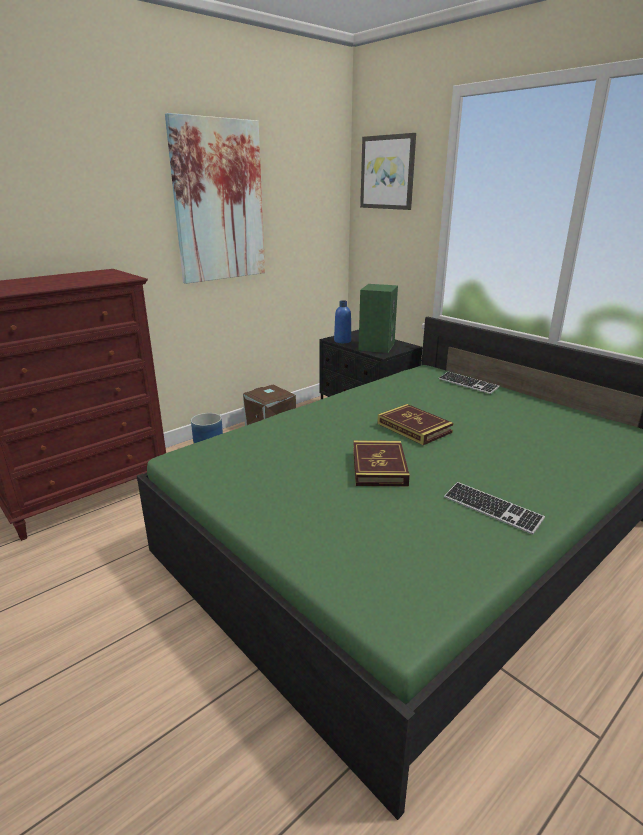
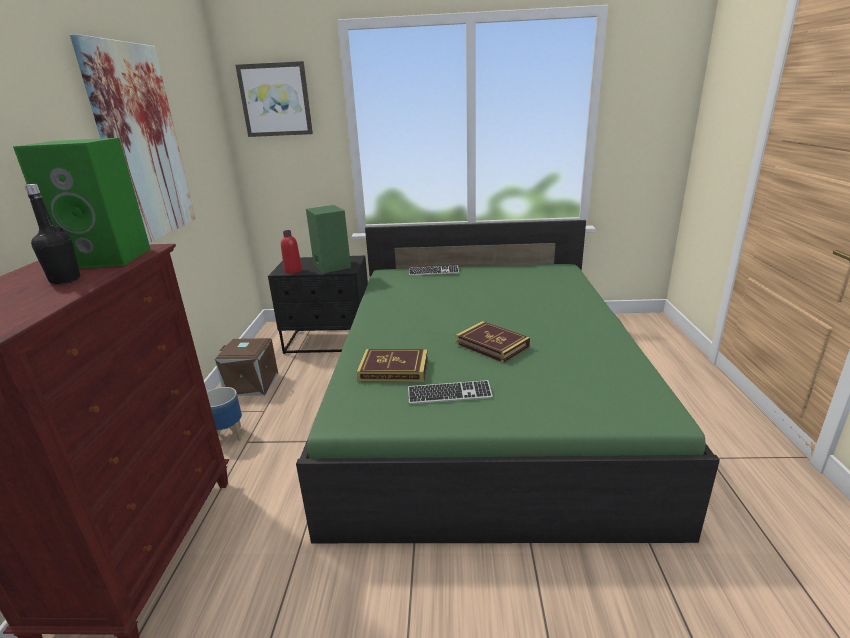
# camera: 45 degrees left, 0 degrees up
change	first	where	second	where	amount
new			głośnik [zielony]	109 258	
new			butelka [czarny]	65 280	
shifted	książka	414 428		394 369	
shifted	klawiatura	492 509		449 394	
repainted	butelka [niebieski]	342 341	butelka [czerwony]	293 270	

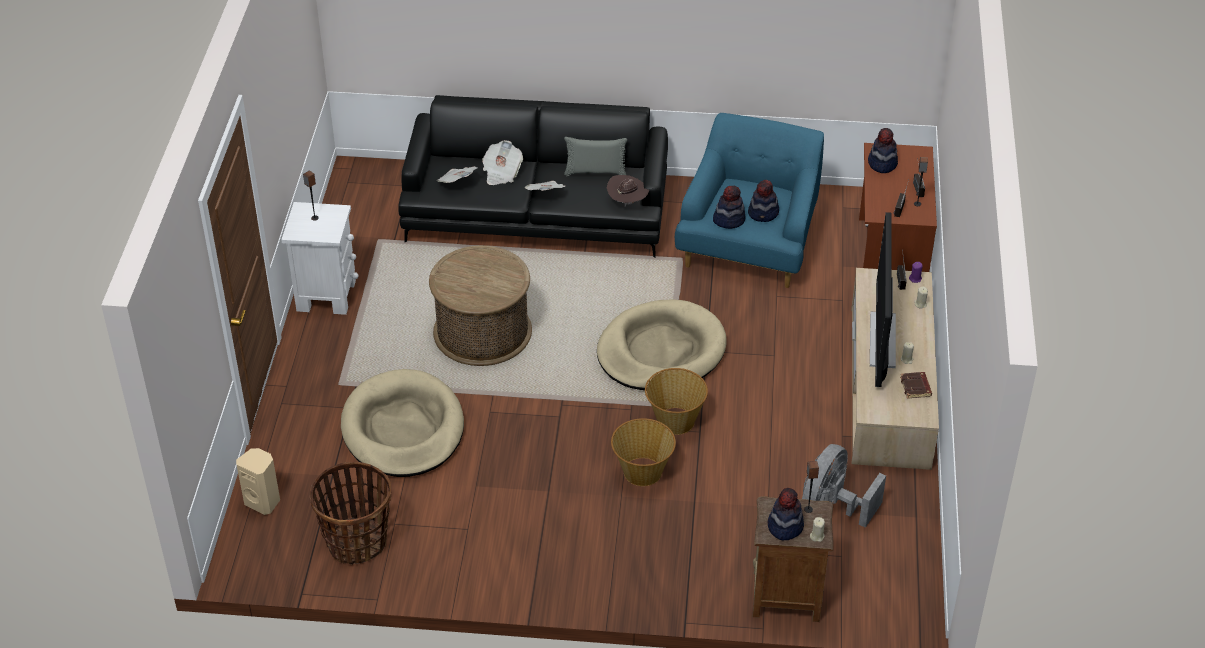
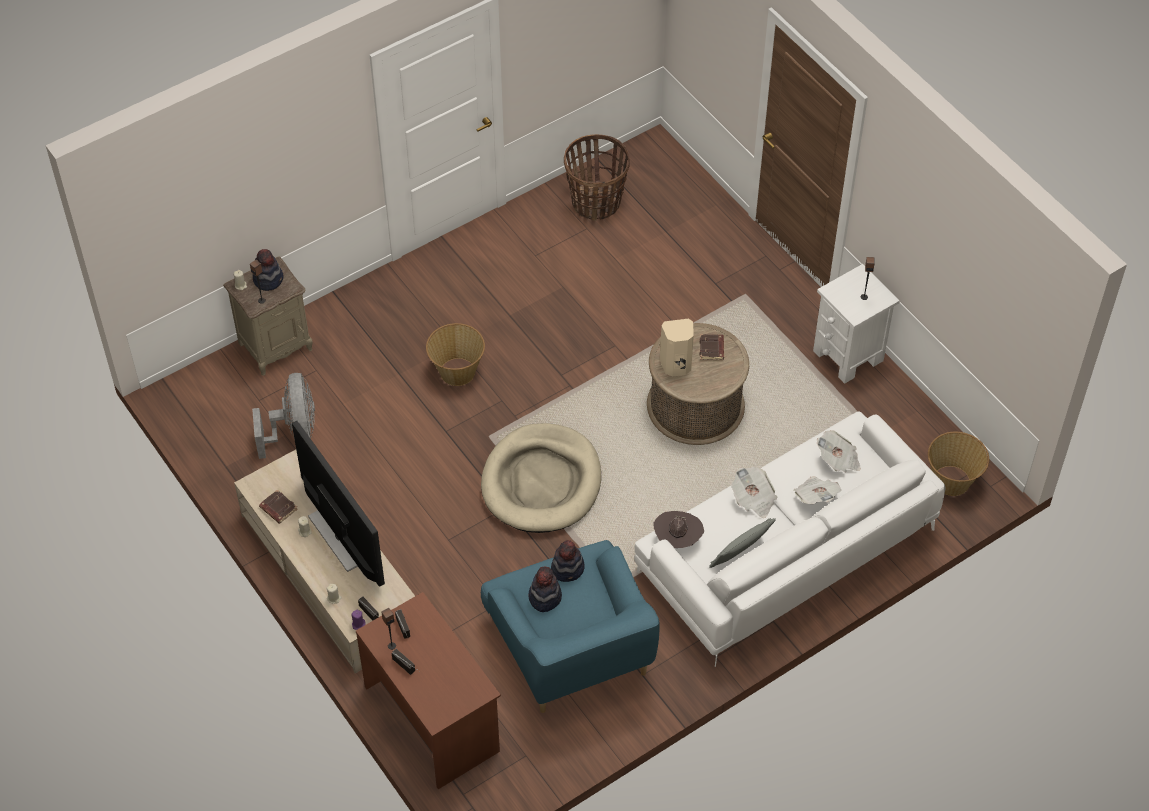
# camera: 140 degrees right, 10 degrees up
change	first	where	second	where	amount
gone	legowisko [beżowy]	403 429			
gone	kapelusz	882 163			
new			książka [brązowy]	712 349	
shifted	głośnik [beżowy]	263 501		676 366	
shifted	koszyk	675 420		952 480	
repainted	kanapa [czarny]	536 210	kanapa [biały]	788 553	

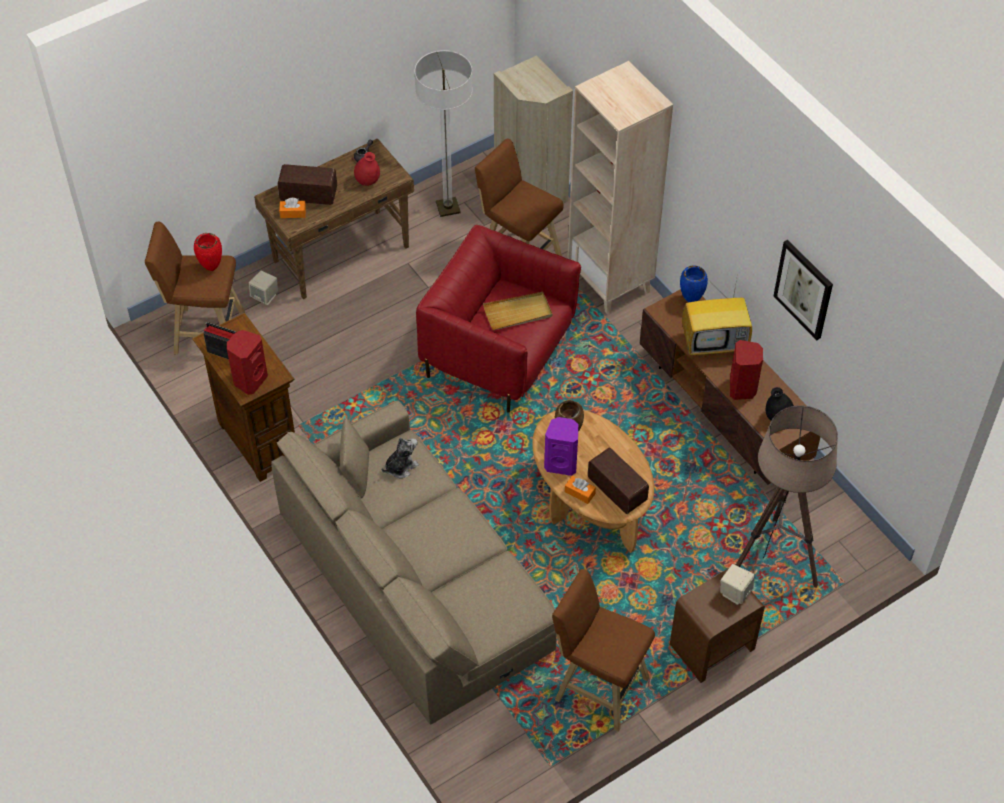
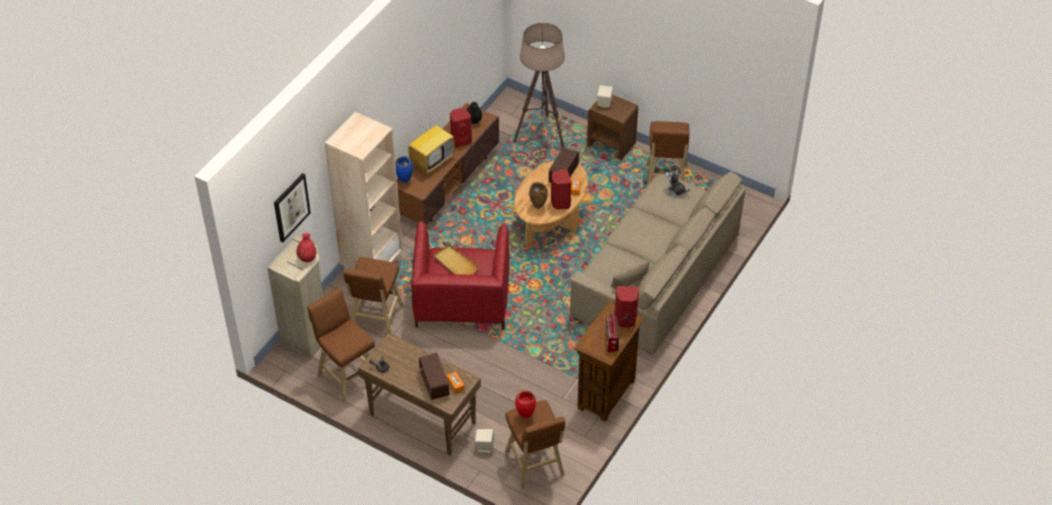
# camera: 115 degrees left, 5 degrees down
change	first	where	second	where	amount
shifted	wazon [czerwony]	367 181		307 258	
shifted	pluszak	400 466		675 191	
shifted	obraz	804 289		291 207	
swapped	lampa stojąca	448 208	stołek [brązowy]	347 376	
repainted	głośnik [fioletowy]	561 463	głośnik [czerwony]	560 203	
rotated	telewizor	715 343		432 161	75 degrees clockwise

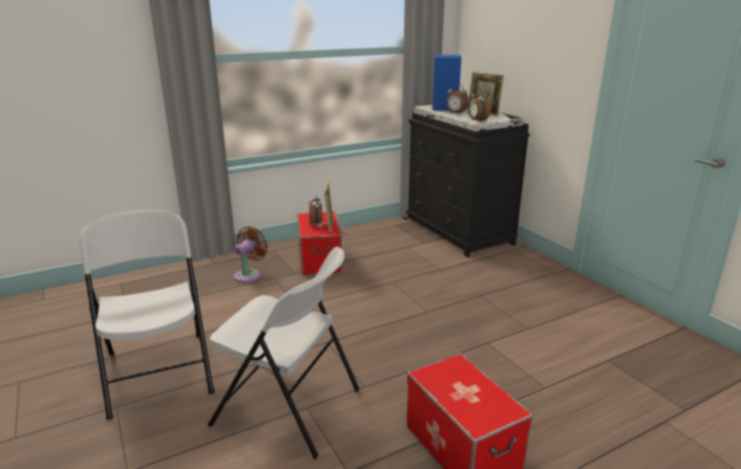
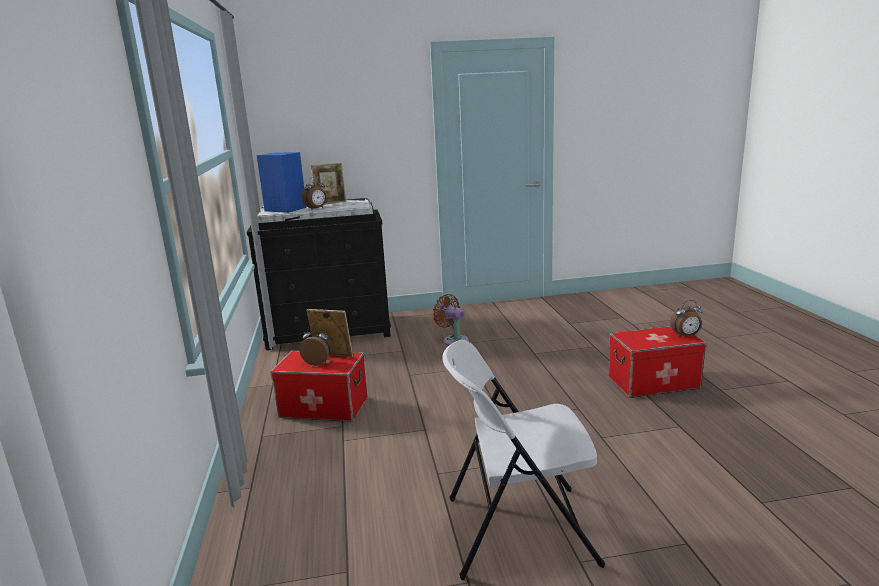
# camera: 70 degrees left, 5 degrees down
change	first	where	second	where	amount
gone	krzesło [biały]	287 407			
shifted	wentylator [brązowy]	249 275		453 340	
shifted	budzik	477 121		686 336	

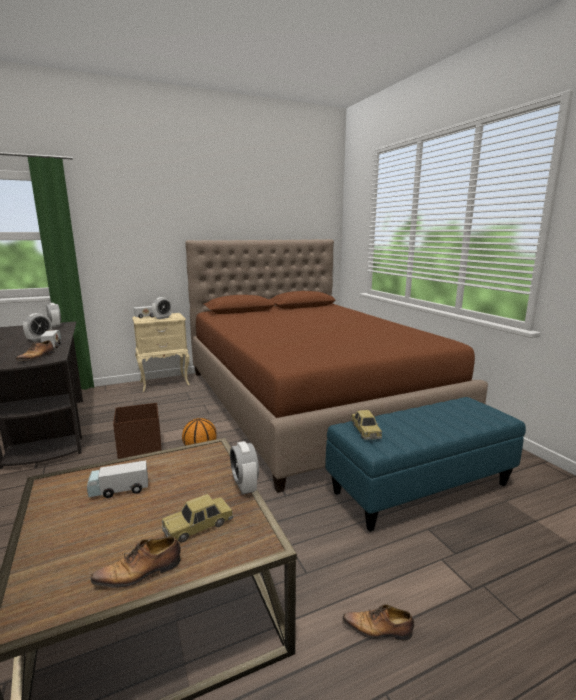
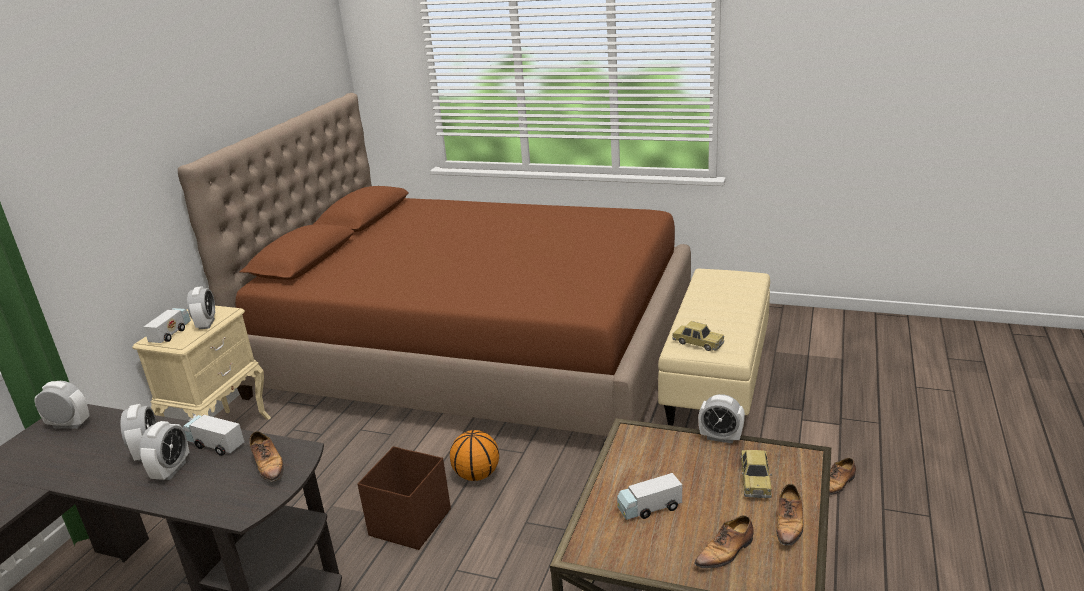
# camera: 45 degrees left, 10 degrees up
change	first	where	second	where	amount
new			budzik	171 470	
new			but	726 552	
repainted	pufa [niebieski]	420 488	pufa [beżowy]	716 379	
rotated	ciężarówka zabawkowa	119 490		649 508	45 degrees clockwise

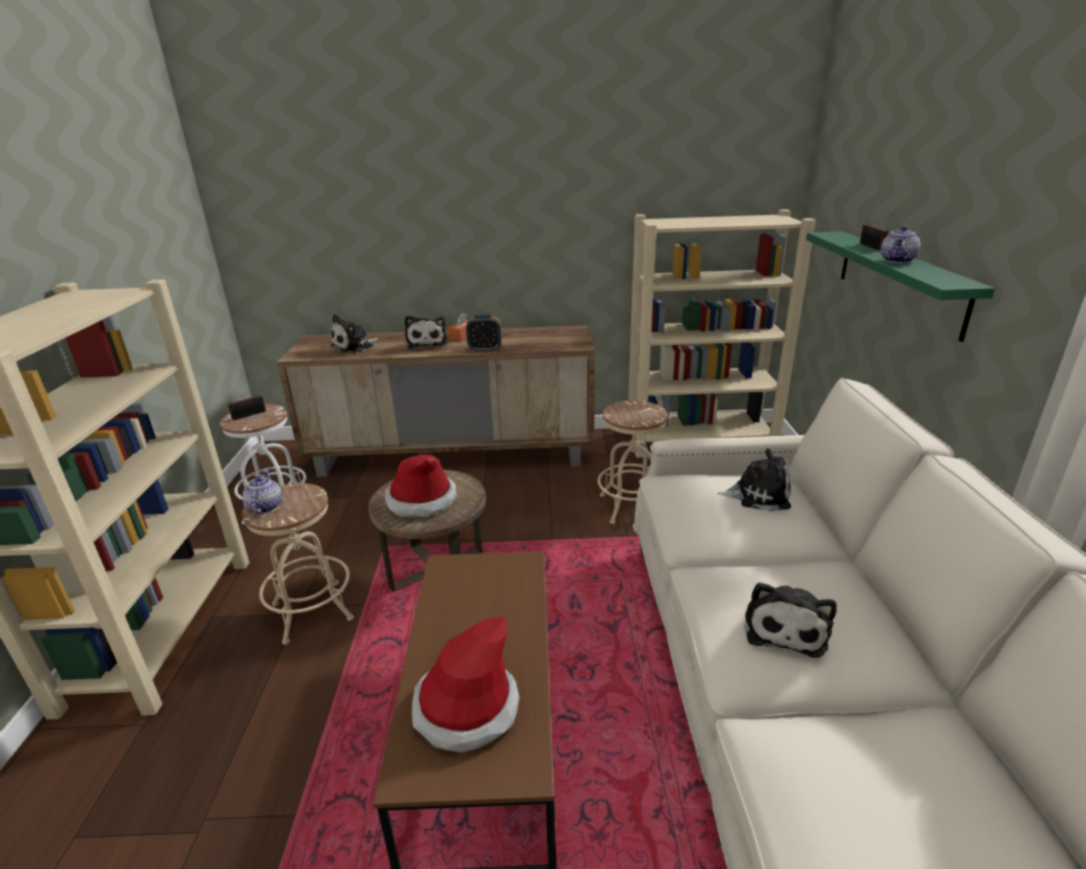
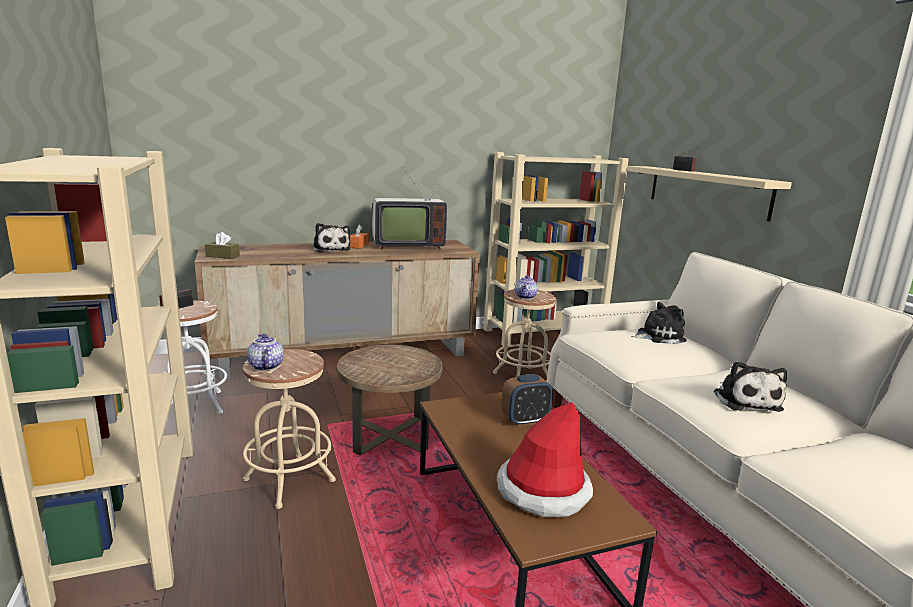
# camera: 20 degrees left, 10 degrees down
change	first	where	second	where	amount
gone	pluszak	355 346			
gone	kapelusz	421 500			
new			pudełko chusteczek [brązowy]	222 256	
new			telewizor	407 246	
shifted	budzik	485 349		525 420	
shifted	imbryk	898 261		526 297	
repainted	półka [zielony]	898 280	półka [beżowy]	706 191	

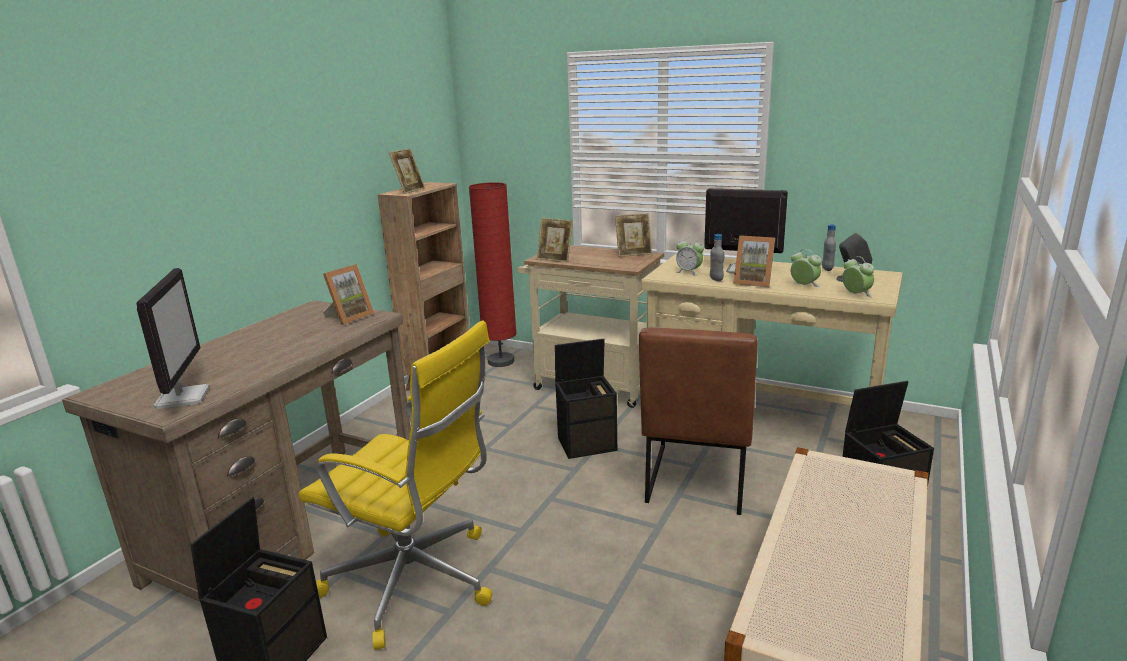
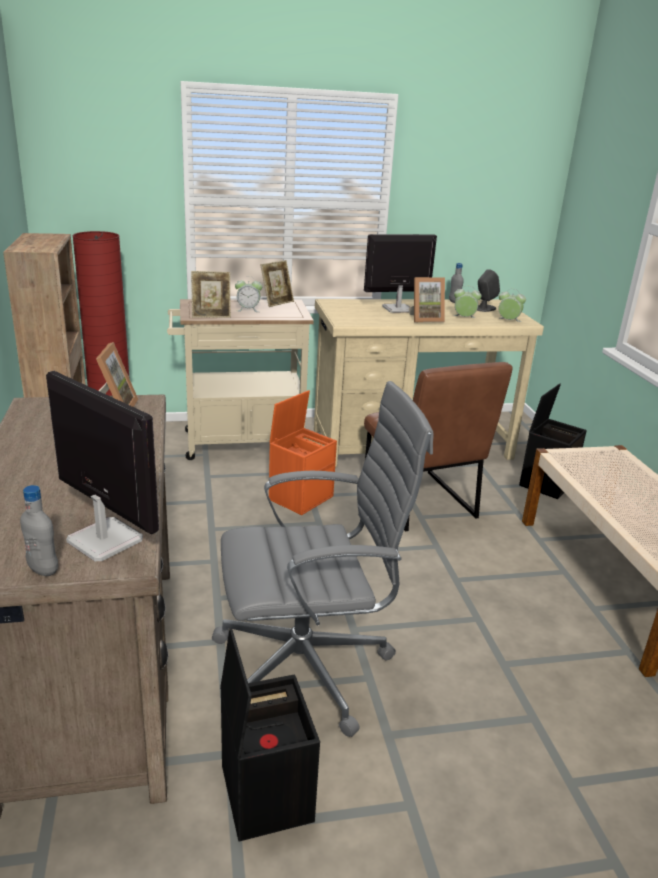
# camera: 40 degrees left, 5 degrees up
change	first	where	second	where	amount
gone	ramka na zdjęcie	409 191			
shifted	budzik	689 272		248 310	
shifted	butelka [szary]	716 279		43 570	
repainted	krzesło biurowe [żółty]	416 582	krzesło biurowe [szary]	307 668	
repainted	pojemnik do przechowywania [czarny]	588 443	pojemnik do przechowywania [pomarańczowy]	301 497	

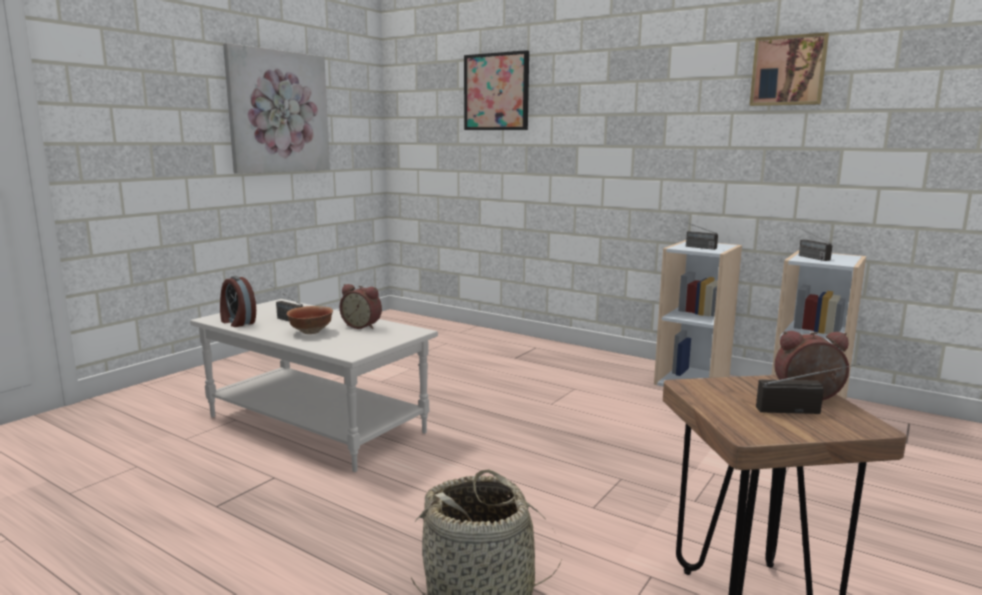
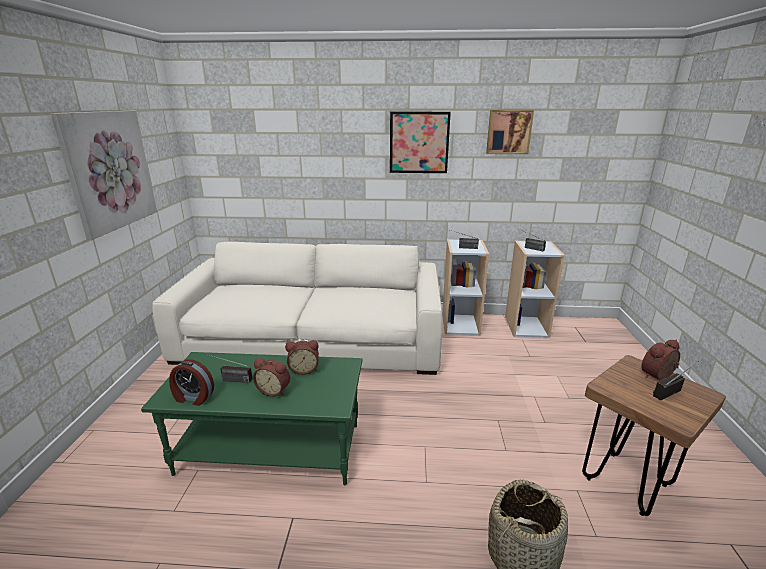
# camera: 30 degrees left, 10 degrees up
change	first	where	second	where	amount
new			kanapa [biały]	313 338	
shifted	obraz	496 92		419 142	
swapped	miska	311 332	budzik	274 390	
repainted	ława [biały]	318 424	ława [zielony]	272 448	

